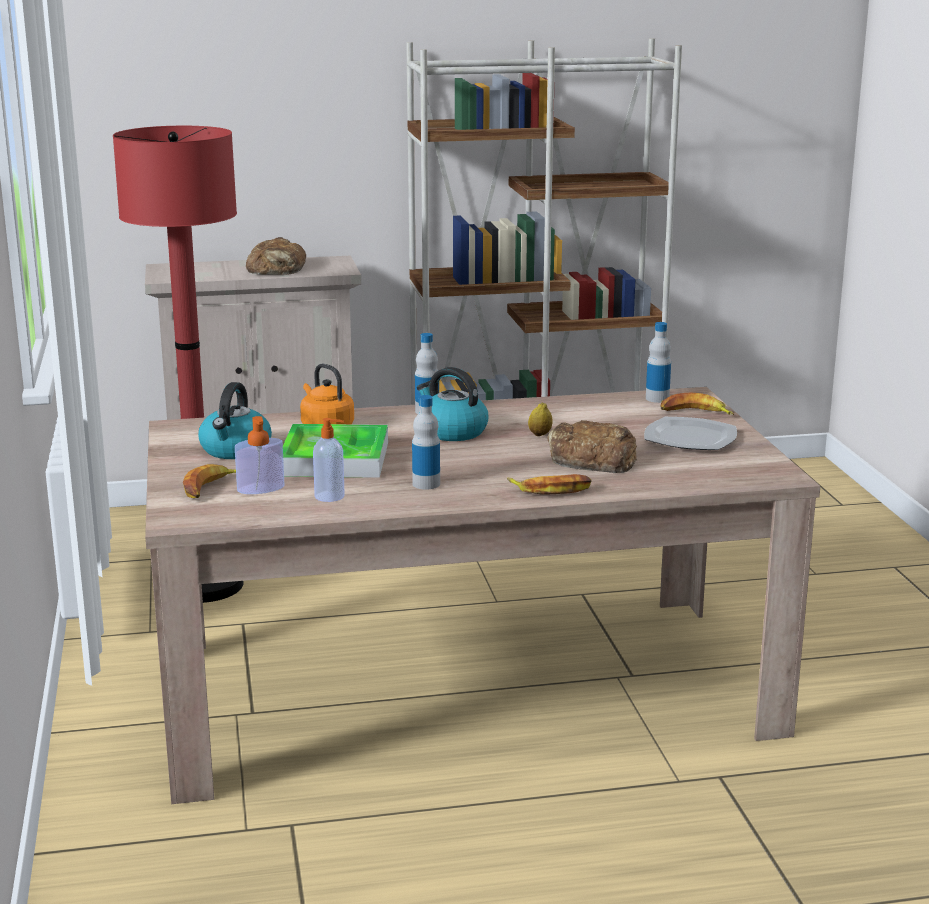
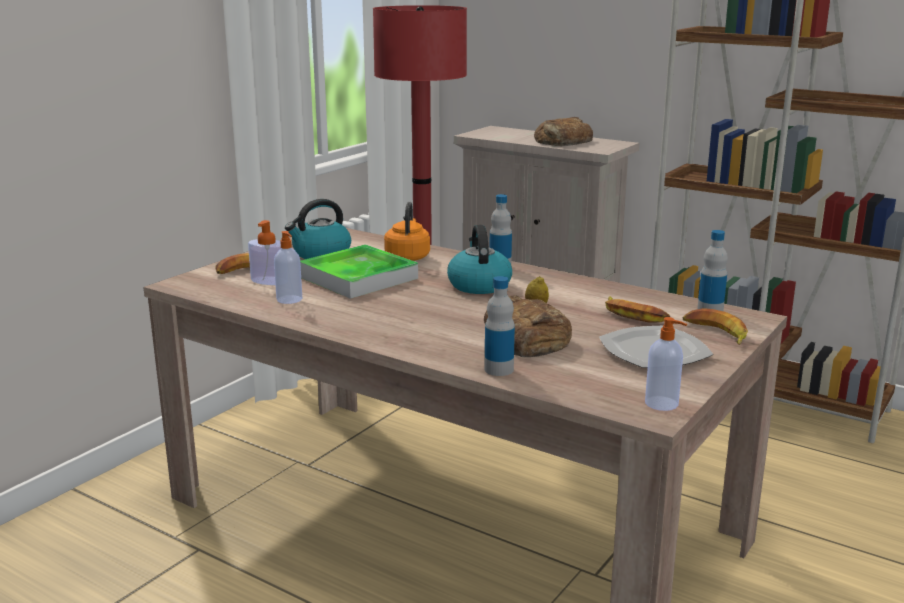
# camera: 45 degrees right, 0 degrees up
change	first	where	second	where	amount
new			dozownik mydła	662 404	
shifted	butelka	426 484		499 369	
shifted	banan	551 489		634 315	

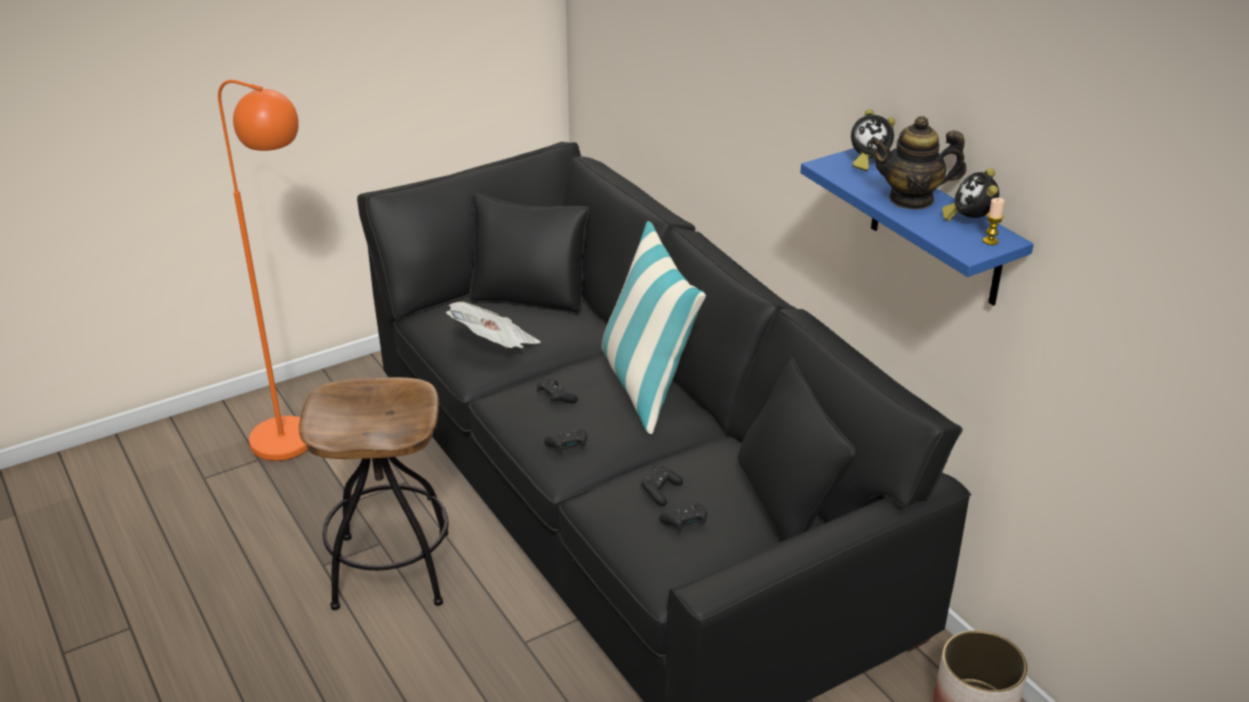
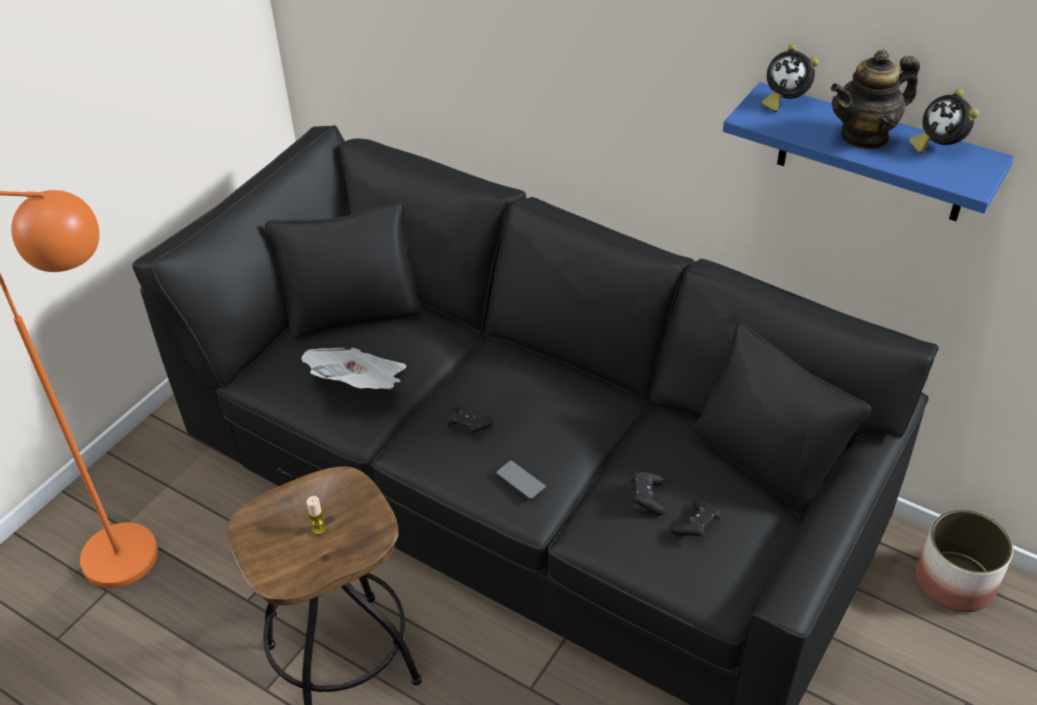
# camera: 25 degrees left, 10 degrees up
change	first	where	second	where	amount
gone	poduszka	646 385			
shifted	świeca	990 241		318 528	
swapped	pad do gier [czarny]	568 447	telefon	520 481	
rotated	budzik	867 162		784 101	45 degrees clockwise

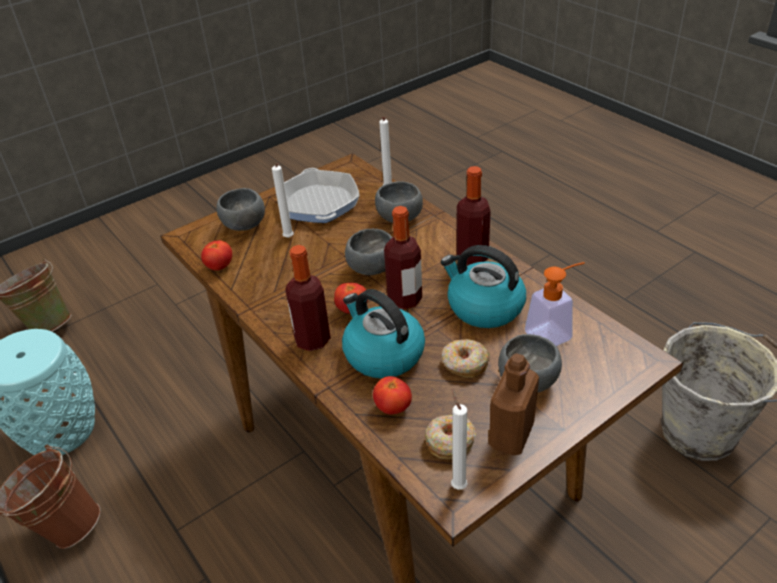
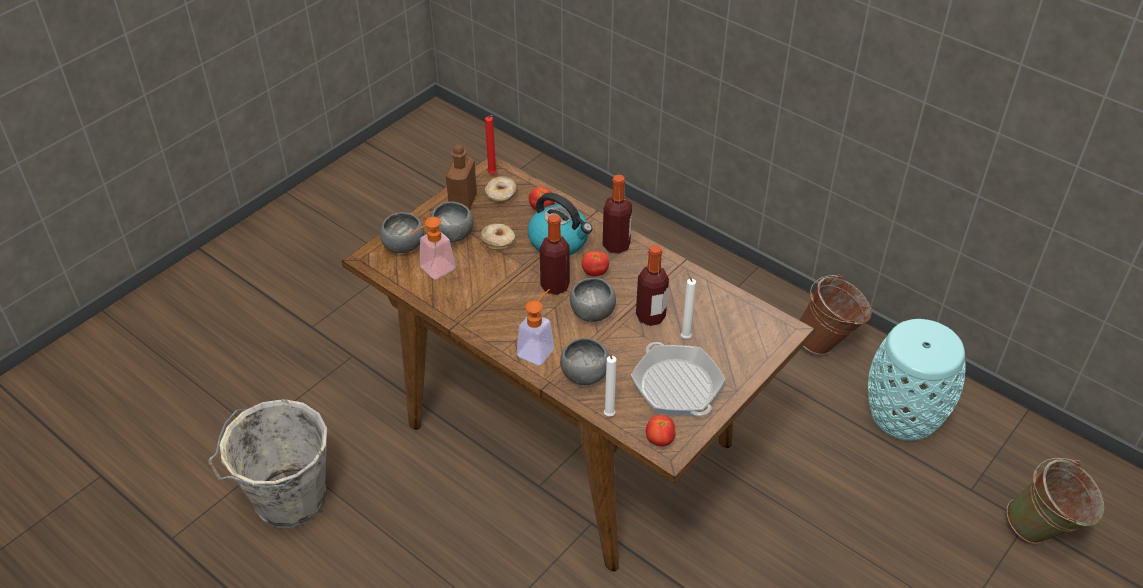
# camera: 165 degrees right, 5 degrees up
change	first	where	second	where	amount
gone	czajnik	484 307			
new			dozownik mydła	539 348	
shifted	pomidor	219 266		659 440	
shifted	miska [szary]	242 225		405 245	
shifted	butelka	472 257		650 316	
repainted	świeca [biały]	458 484	świeca [czerwony]	493 175	

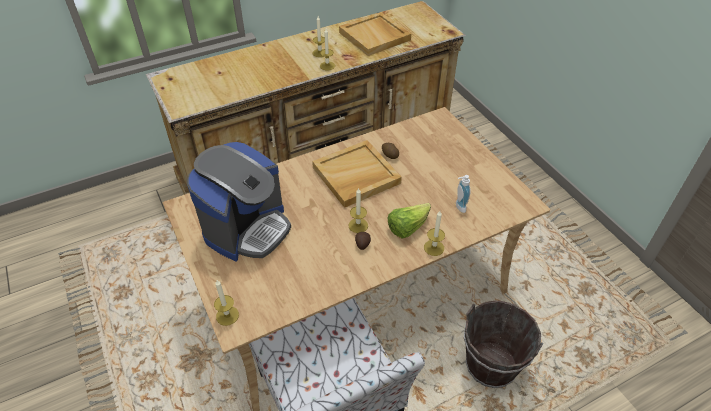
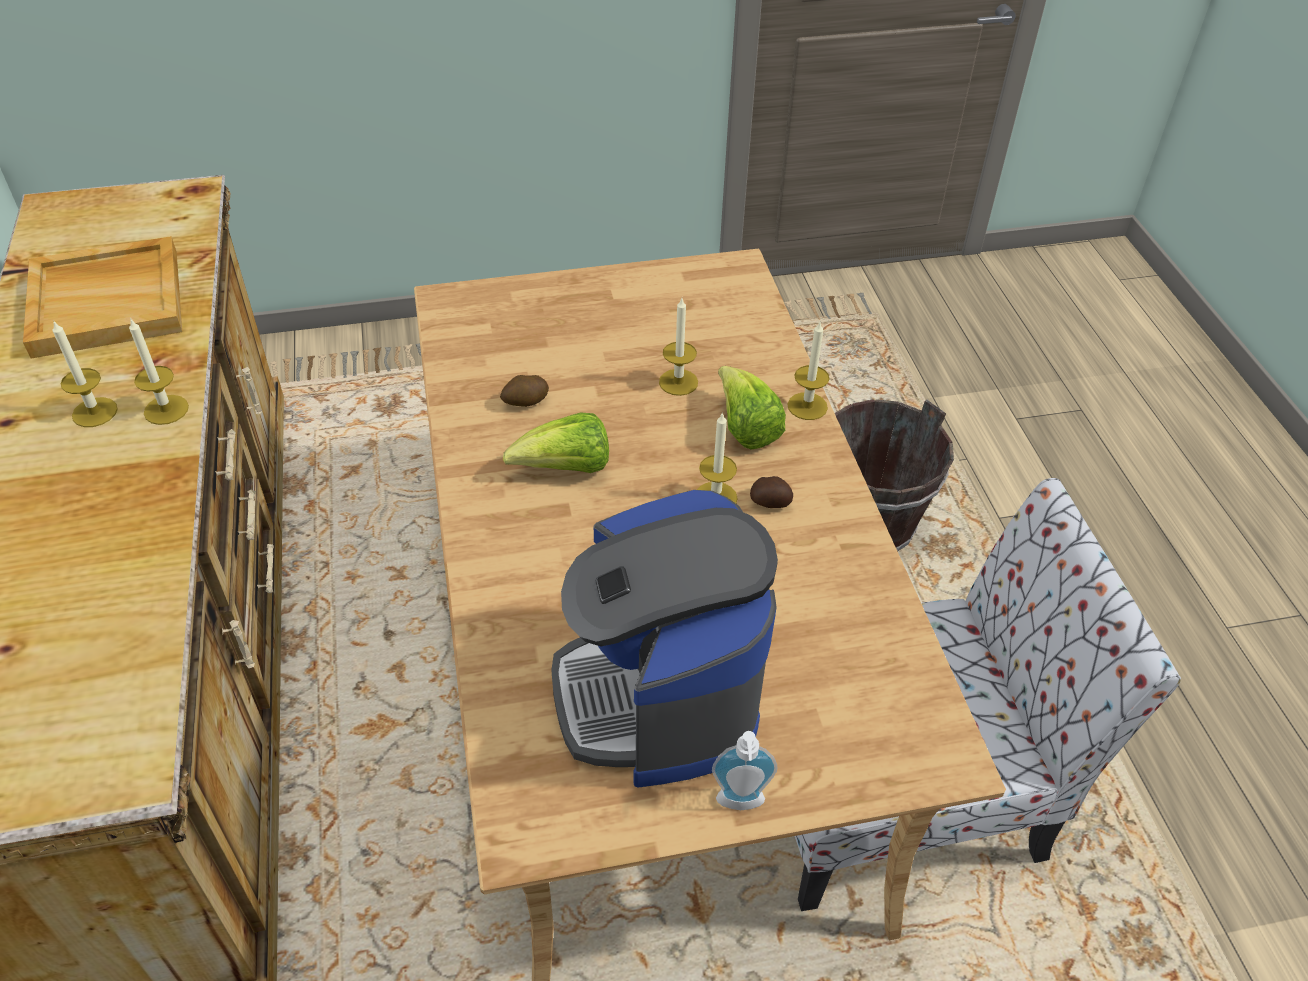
# camera: 75 degrees left, 0 degrees up
change	first	where	second	where	amount
shifted	świeca	227 315		678 382	
shifted	dozownik mydła	458 207		740 804	
swapped	taca [beżowy]	356 176	sałata	566 469	
rotated	ekspres do kawy	247 228		659 696	150 degrees counterclockwise

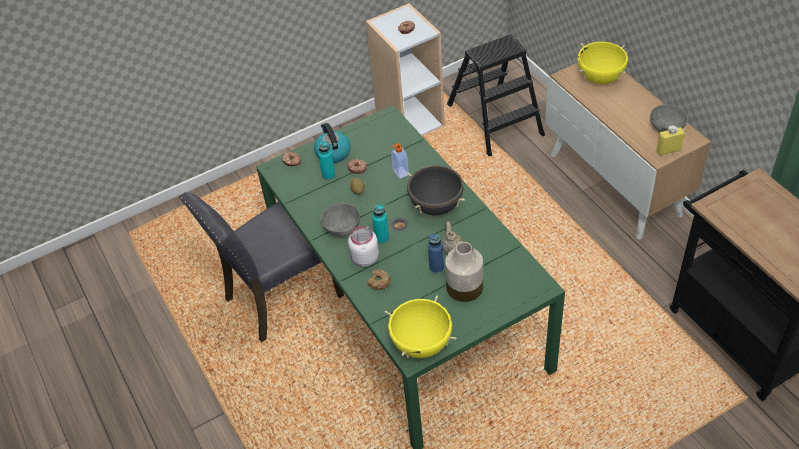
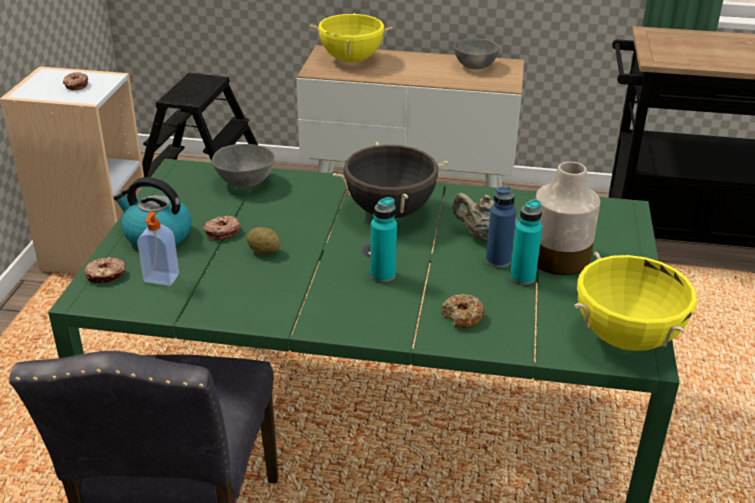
# camera: 55 degrees left, 15 degrees down
change	first	where	second	where	amount
gone	słoik [biały]	364 259			
gone	butelka [żółty]	668 150			
shifted	butelka [turkusowy]	328 175		522 277	
shifted	miska [szary]	342 229		245 183	
shifted	dozownik mydła	400 172		161 279	

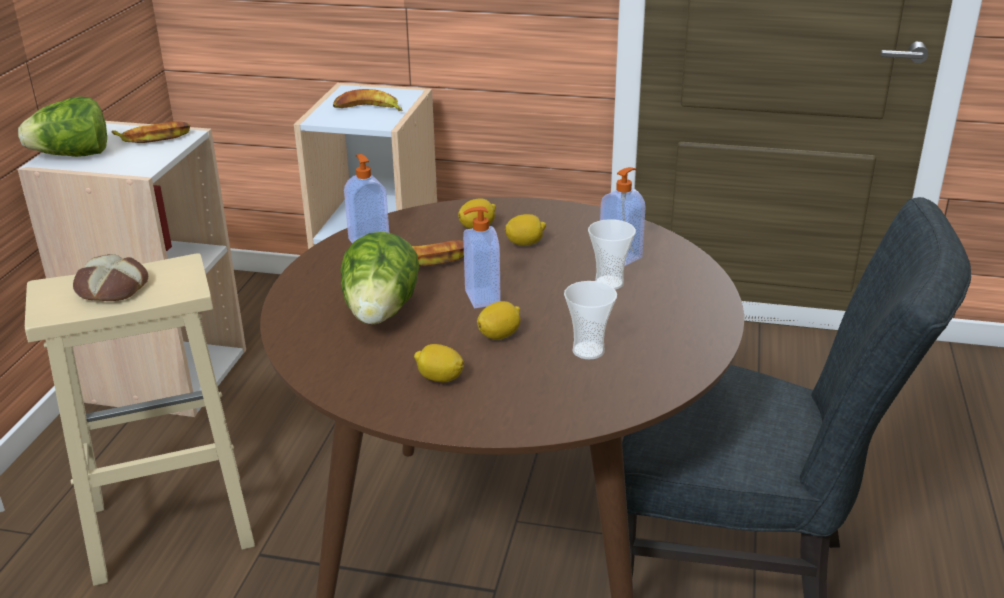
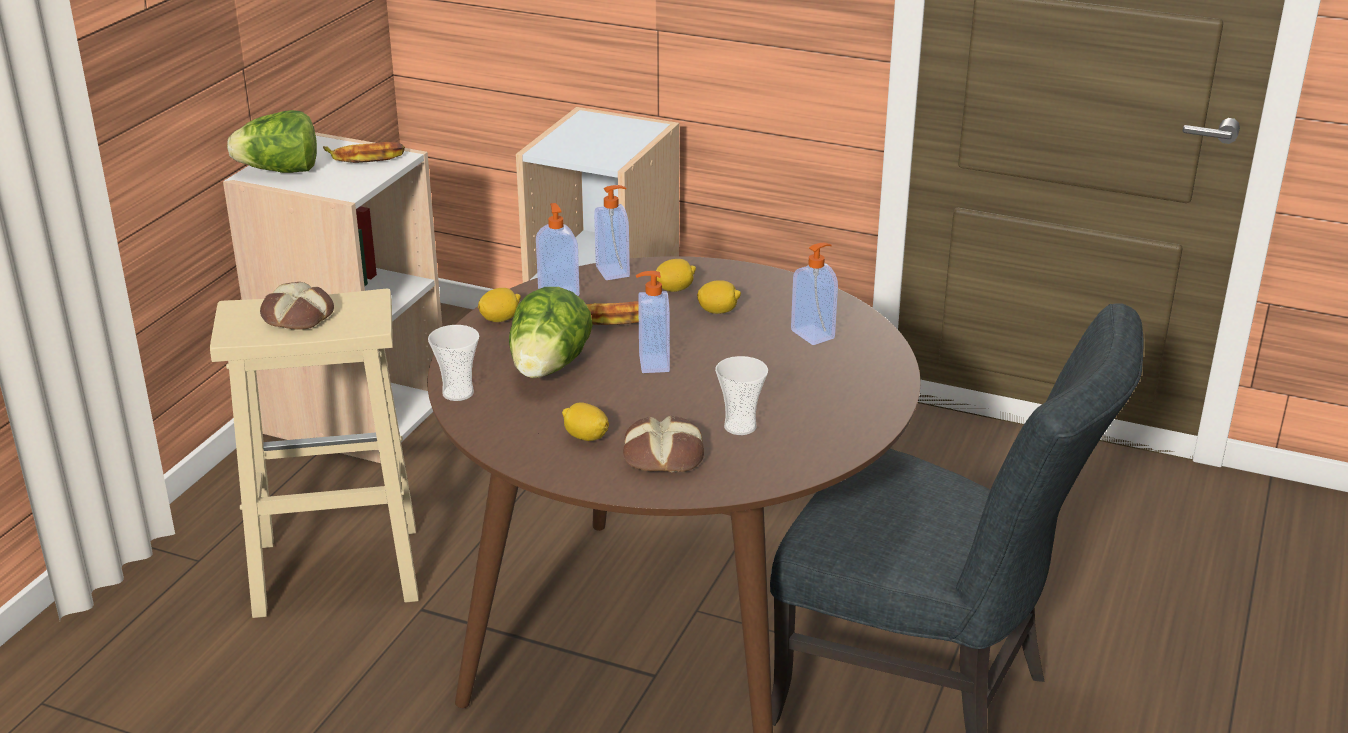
# camera: 10 degrees right, 0 degrees up
change	first	where	second	where	amount
gone	banan	368 109			
new			dozownik mydła	614 271	
new			chleb	664 454	
shifted	cytryna	499 335		500 319	
shifted	filiżanka	609 283		458 393	

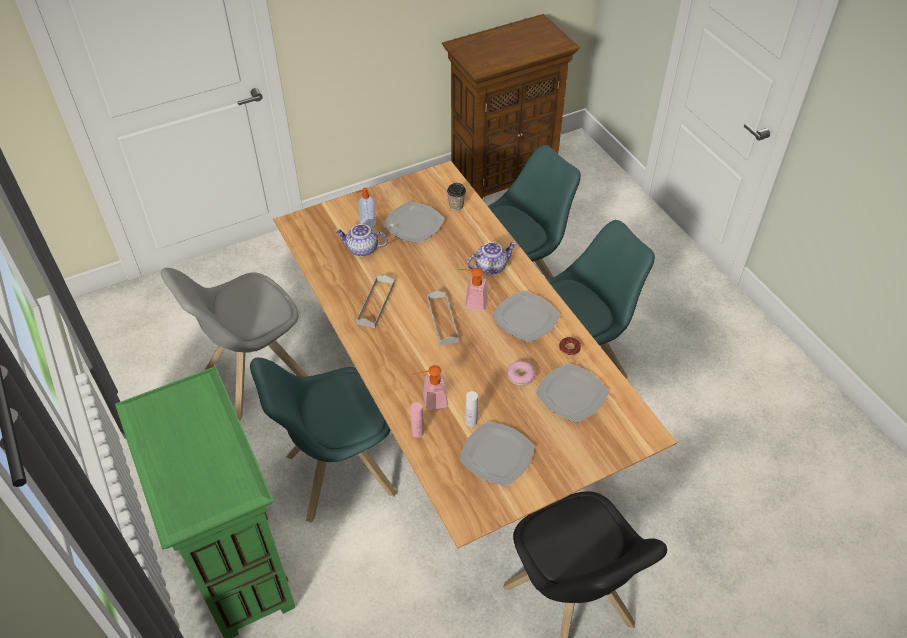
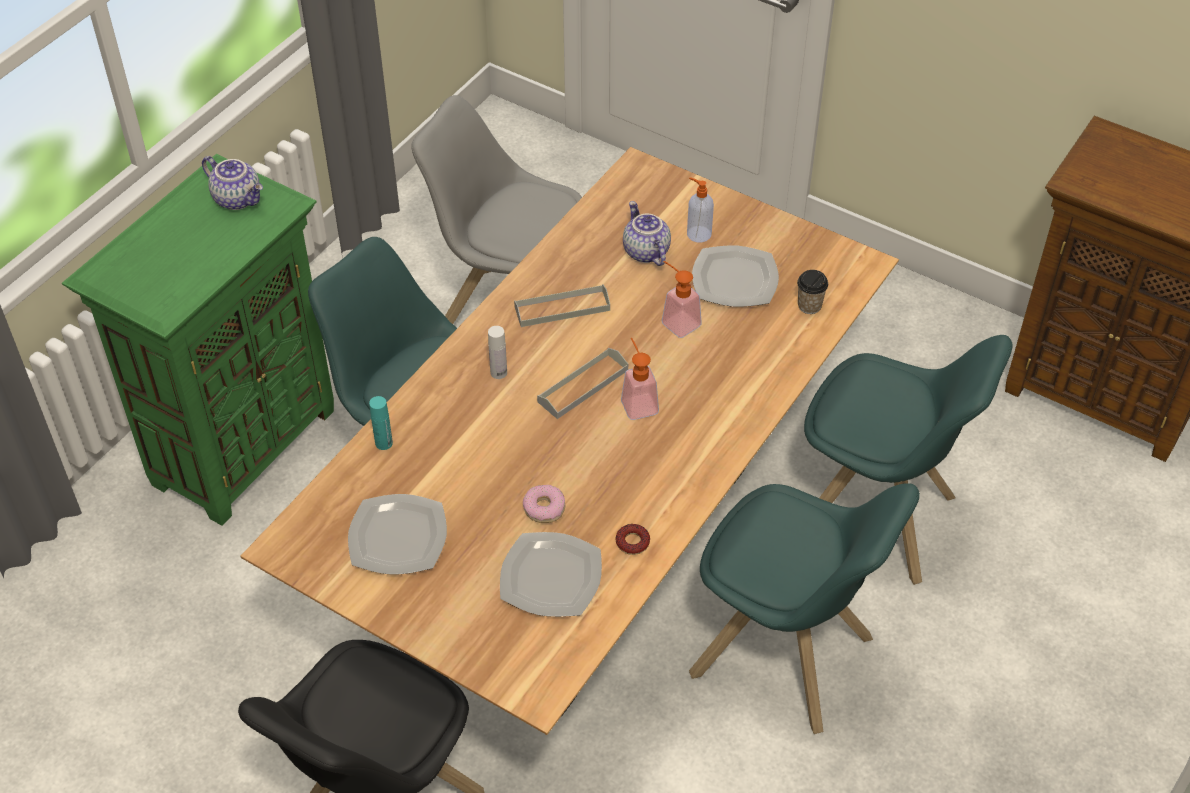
# camera: 60 degrees right, 0 degrees up
change	first	where	second	where	amount
gone	talerz	526 318			
shifted	dozownik mydła	430 401		676 321	
shifted	butelka [biały]	471 421		498 372	
shifted	imbryk	490 266		238 198	
repainted	butelka [różowy]	417 432	butelka [turkusowy]	384 443	

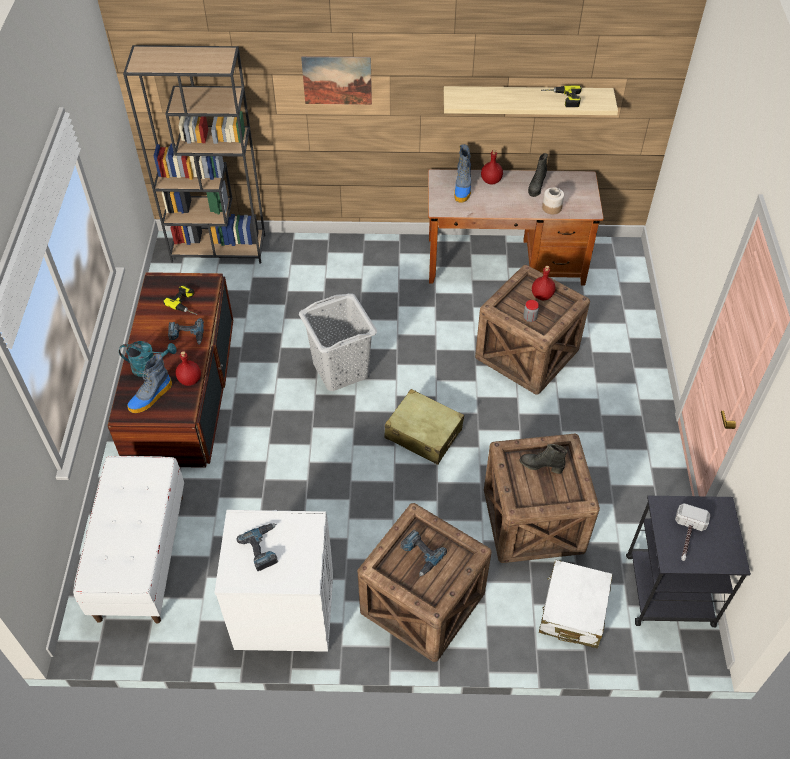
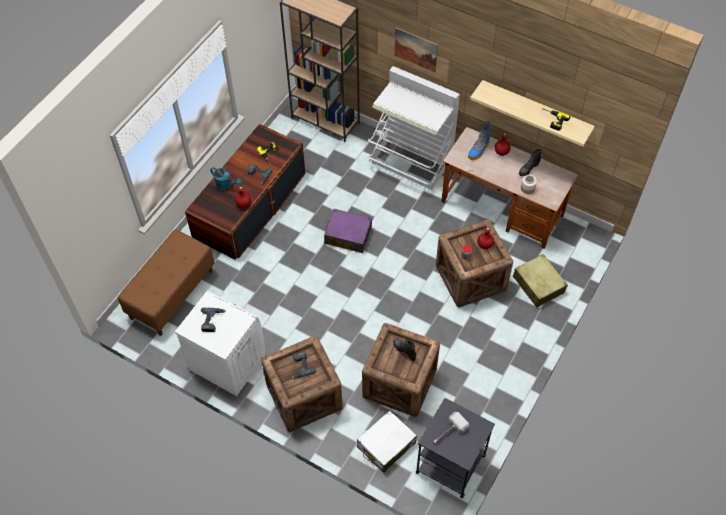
# camera: 30 degrees right, 5 degrees up
change	first	where	second	where	amount
gone	but z cholewką	151 397			
new			regał na buty [biały]	409 166	
shifted	walizka [beżowy]	423 433		538 285	
swapped	kosz na pranie [szary]	340 370	walizka [fioletowy]	348 235	
repainted	ławka [biały]	140 556	ławka [brązowy]	172 294	

